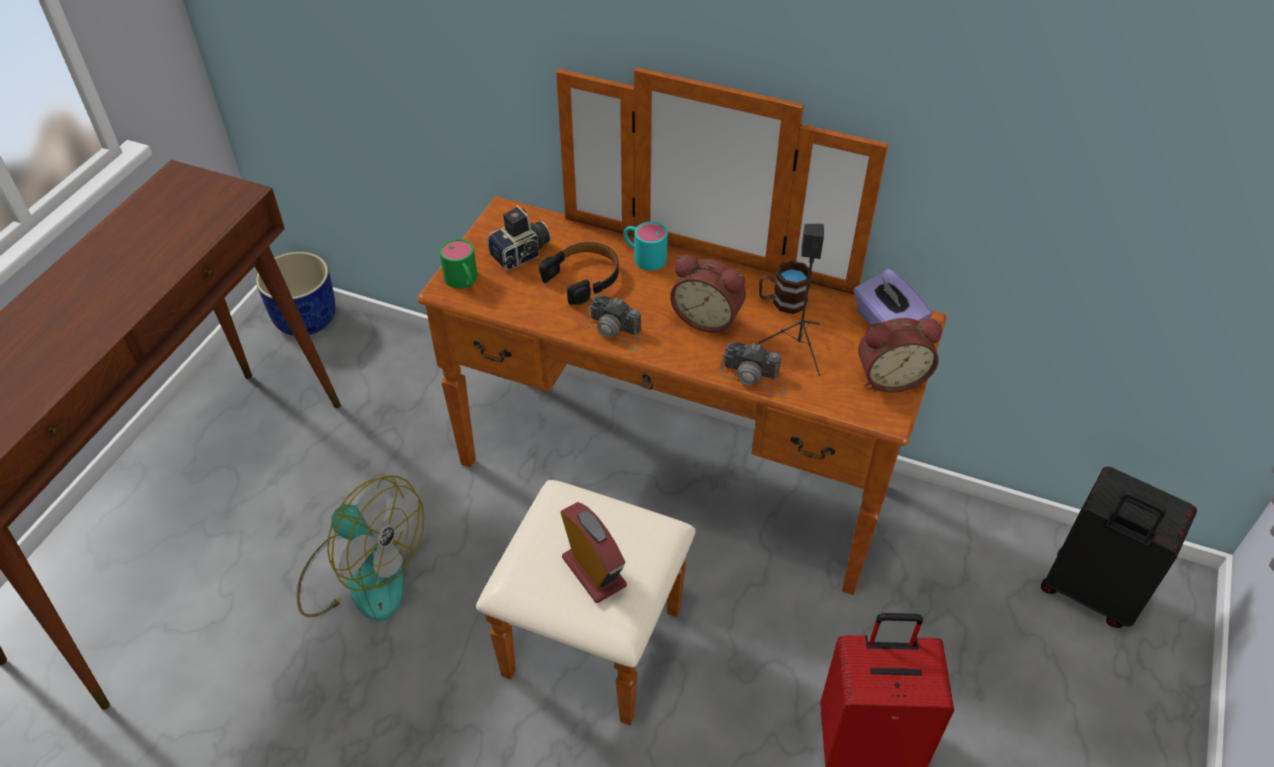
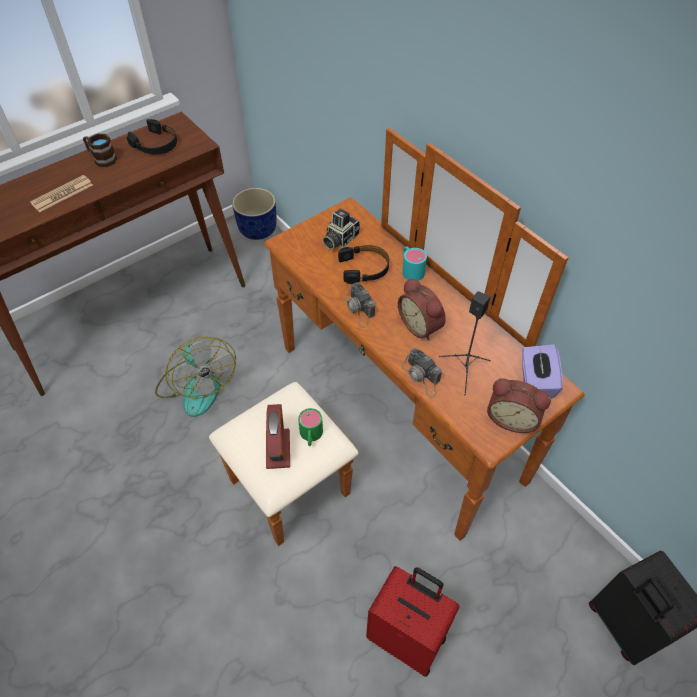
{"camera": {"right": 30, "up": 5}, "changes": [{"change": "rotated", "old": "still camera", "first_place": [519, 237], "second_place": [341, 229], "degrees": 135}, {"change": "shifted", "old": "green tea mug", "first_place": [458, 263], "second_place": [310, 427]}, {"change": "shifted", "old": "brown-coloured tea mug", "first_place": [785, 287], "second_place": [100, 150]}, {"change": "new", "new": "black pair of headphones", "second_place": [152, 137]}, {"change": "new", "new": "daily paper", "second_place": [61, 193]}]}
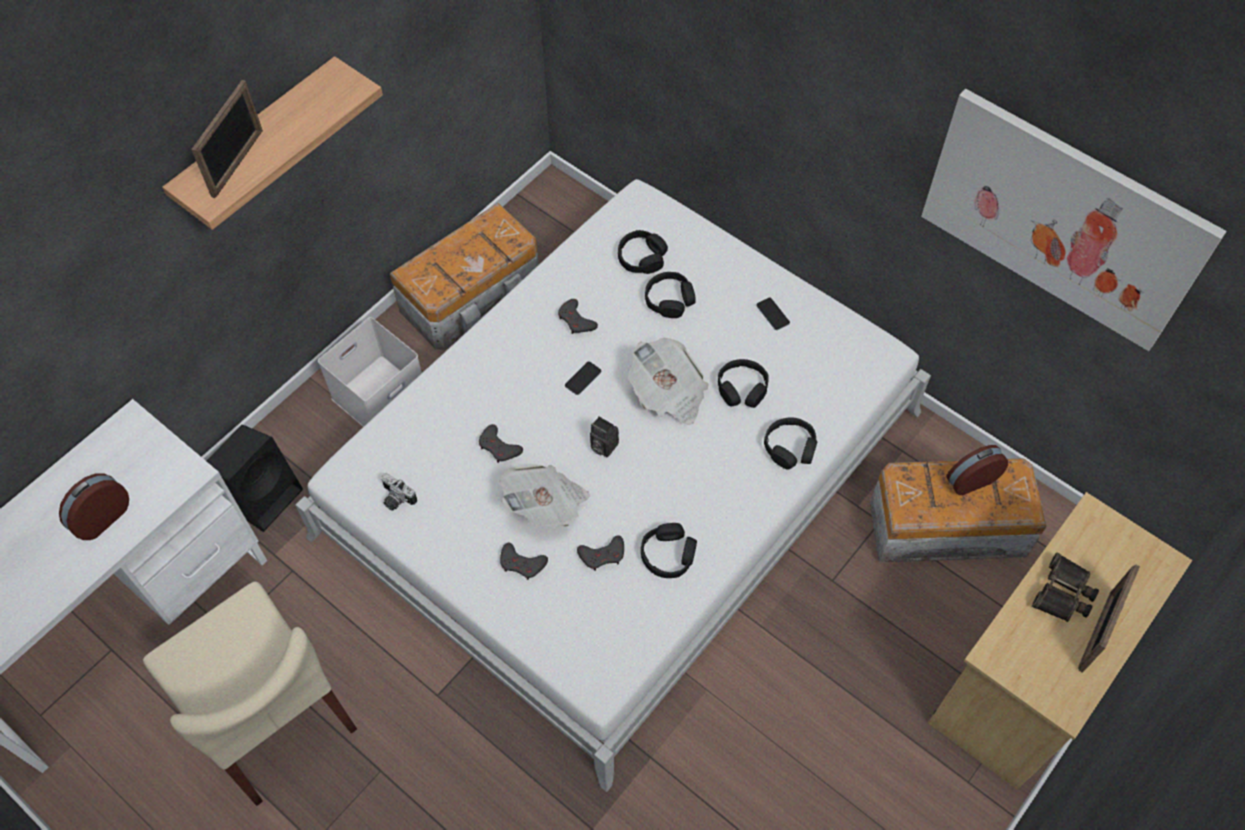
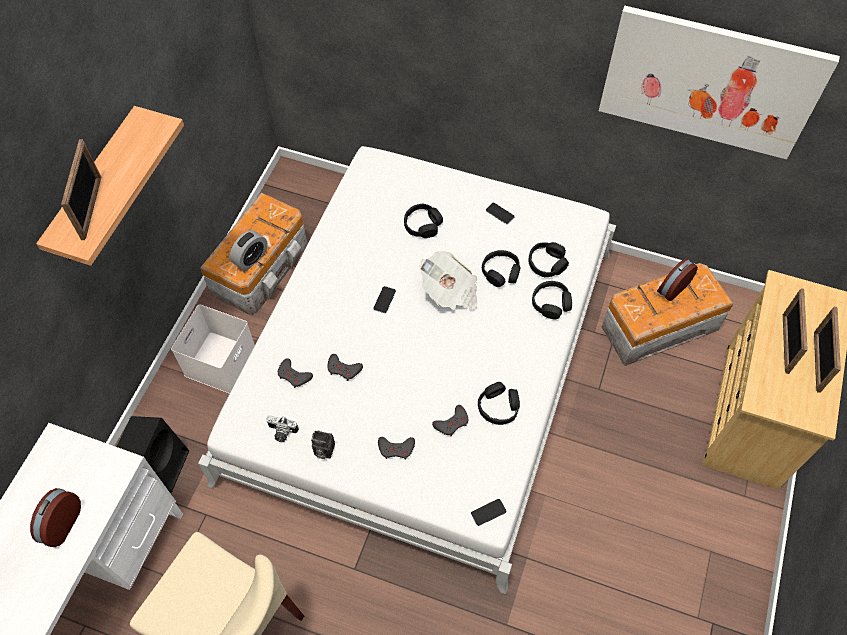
{"camera": {"right": -20, "up": 0}, "changes": [{"change": "shifted", "old": "black pair of headphones", "first_place": [643, 252], "second_place": [549, 259]}, {"change": "shifted", "old": "greyish game controller", "first_place": [578, 316], "second_place": [295, 373]}, {"change": "shifted", "old": "still camera", "first_place": [604, 436], "second_place": [323, 445]}, {"change": "gone", "old": "daily paper", "first_place": [544, 496]}, {"change": "swapped", "old": "field glasses", "new": "standing frame", "first_place": [1065, 587], "second_place": [795, 331]}, {"change": "new", "new": "alarm clock", "second_place": [249, 250]}, {"change": "new", "new": "phone", "second_place": [488, 512]}]}
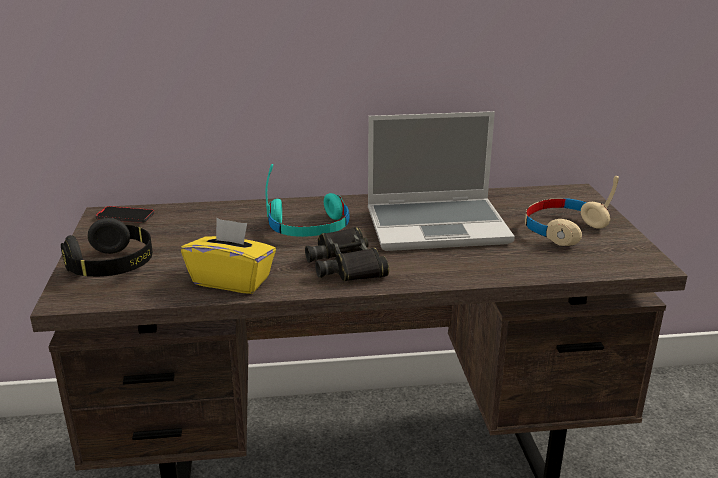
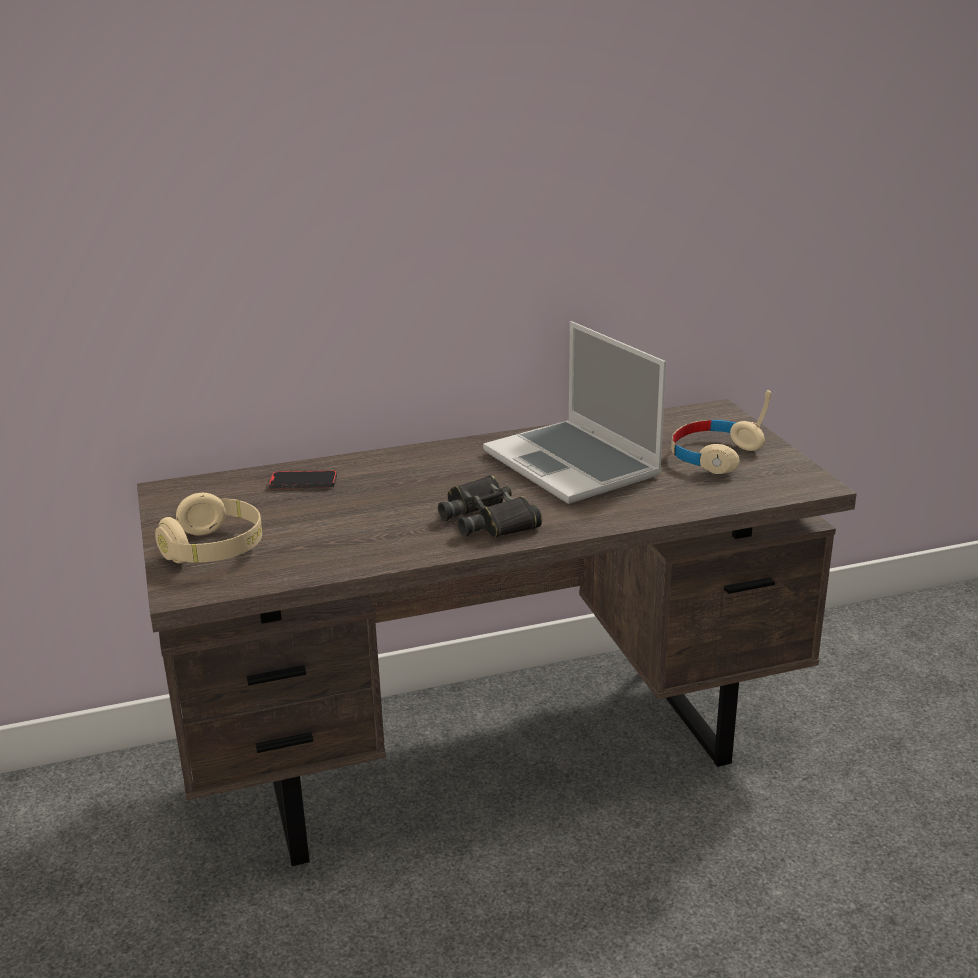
{"camera": {"right": -10, "up": 0}, "changes": [{"change": "rotated", "old": "portable computer", "first_place": [441, 181], "second_place": [574, 412], "degrees": 75}, {"change": "gone", "old": "turquoise pair of headphones", "first_place": [307, 200]}, {"change": "shifted", "old": "phone", "first_place": [125, 214], "second_place": [303, 479]}, {"change": "repainted", "old": "black pair of headphones", "new": "sand-coloured pair of headphones", "first_place": [107, 247], "second_place": [208, 528]}, {"change": "gone", "old": "yellowish tissue box", "first_place": [228, 256]}]}
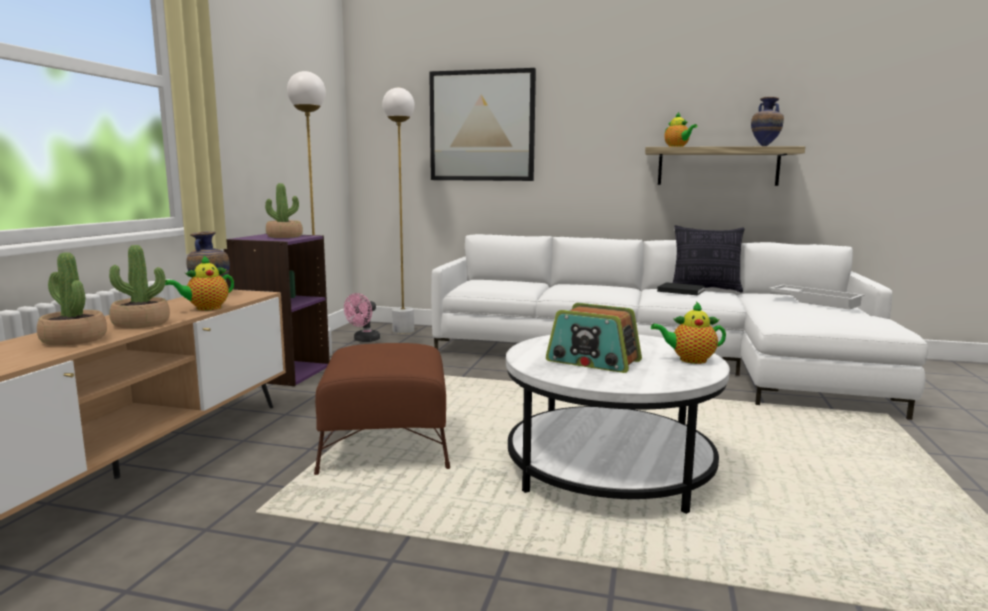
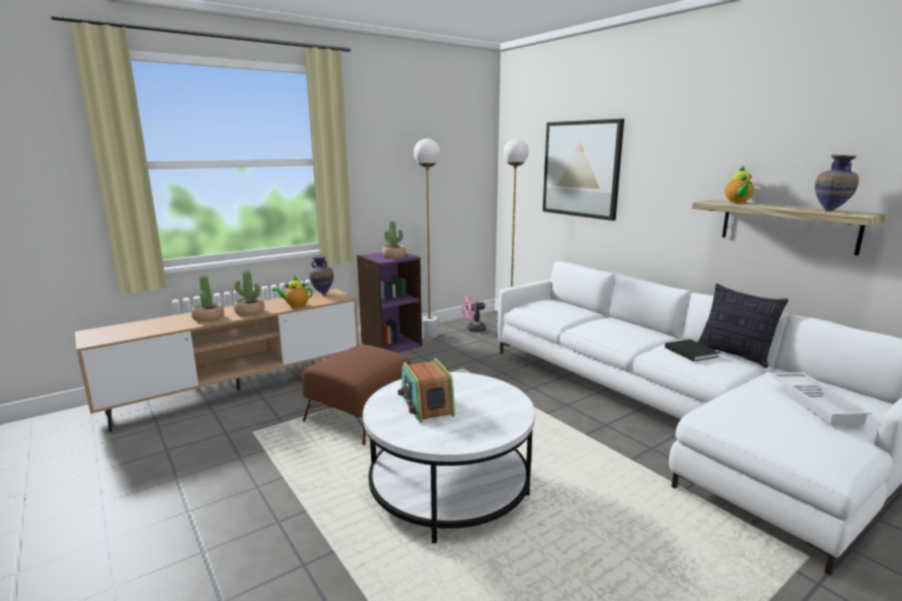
{"camera": {"right": 40, "up": 5}, "changes": [{"change": "gone", "old": "tea pot", "first_place": [688, 332]}]}
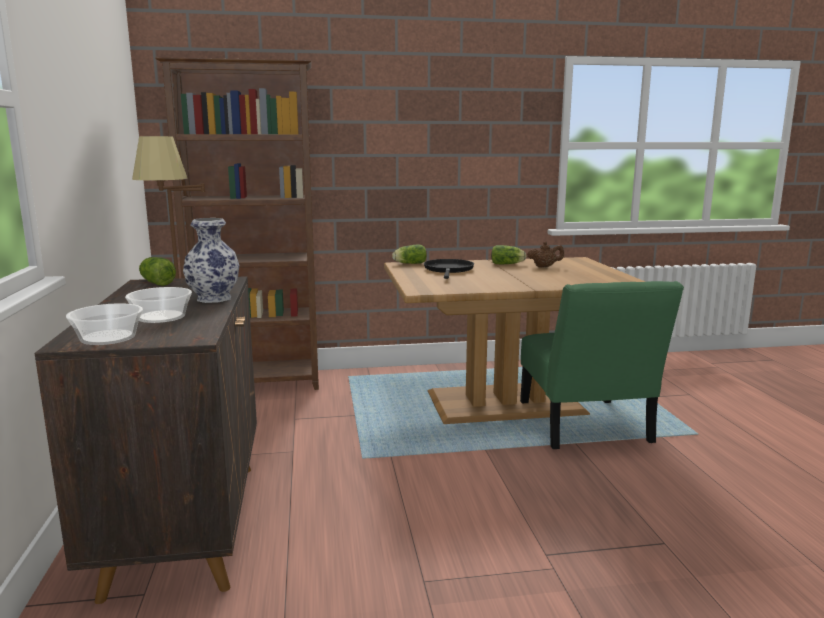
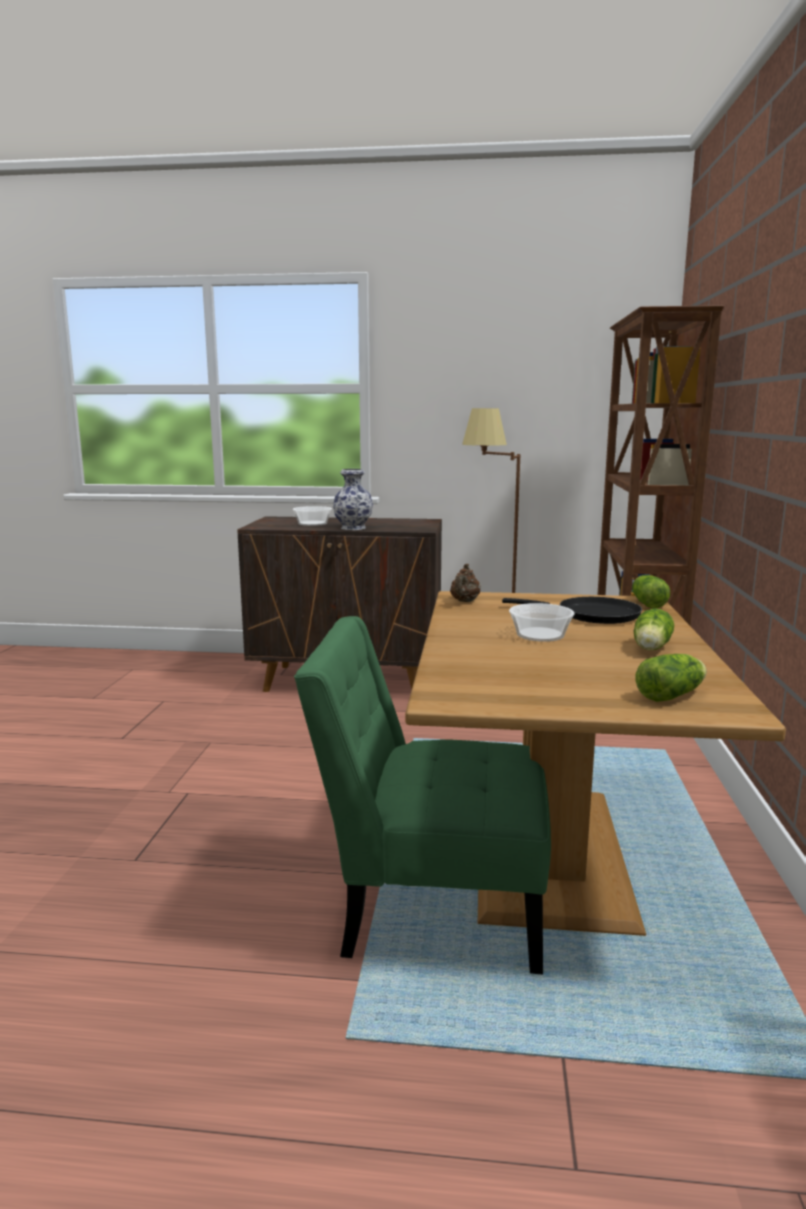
{"camera": {"right": 105, "up": 0}, "changes": [{"change": "shifted", "old": "brown-coloured tea pot", "first_place": [545, 255], "second_place": [465, 583]}, {"change": "shifted", "old": "head of lettuce", "first_place": [157, 271], "second_place": [671, 678]}, {"change": "shifted", "old": "bowl", "first_place": [104, 324], "second_place": [541, 622]}]}
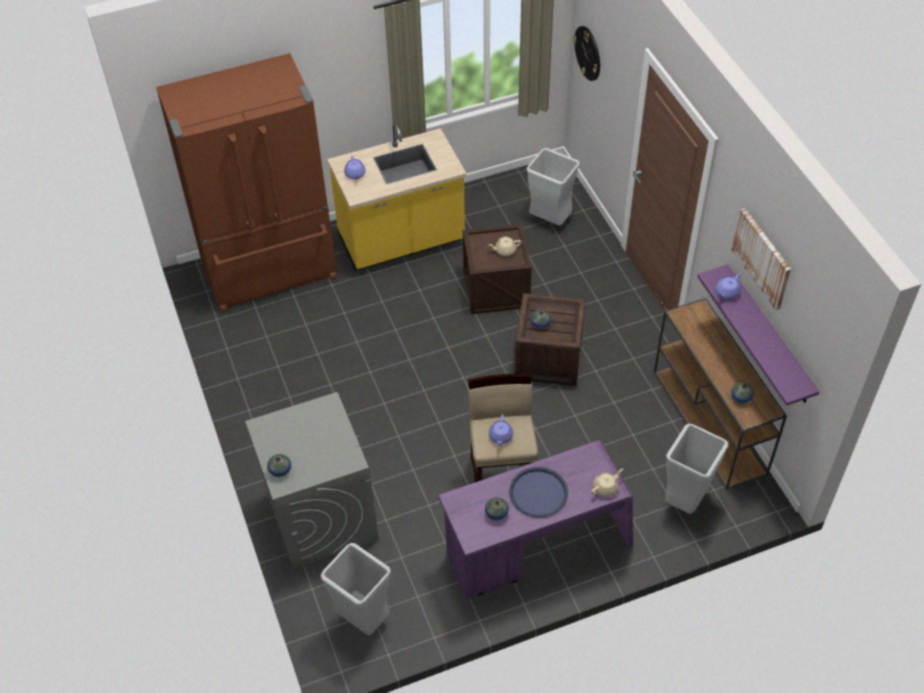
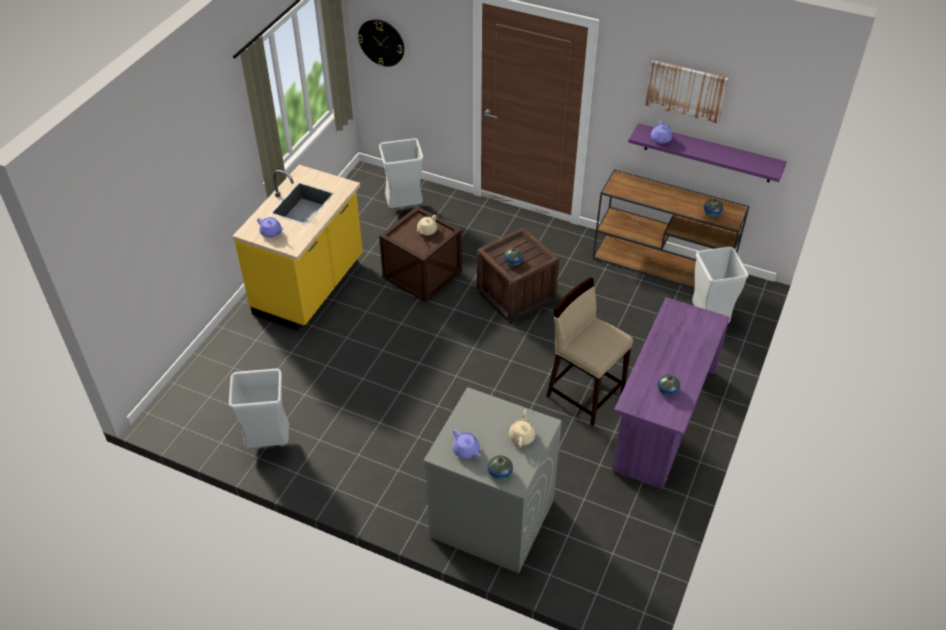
{"camera": {"right": -45, "up": -5}, "changes": [{"change": "gone", "old": "brown-coloured fridge", "first_place": [246, 183]}, {"change": "shifted", "old": "purple-coloured tea pot", "first_place": [501, 430], "second_place": [467, 444]}, {"change": "gone", "old": "bluish serving tray", "first_place": [538, 492]}, {"change": "shifted", "old": "sand-coloured tea pot", "first_place": [607, 482], "second_place": [522, 428]}, {"change": "shifted", "old": "greyish rubbish bin", "first_place": [355, 589], "second_place": [259, 408]}]}
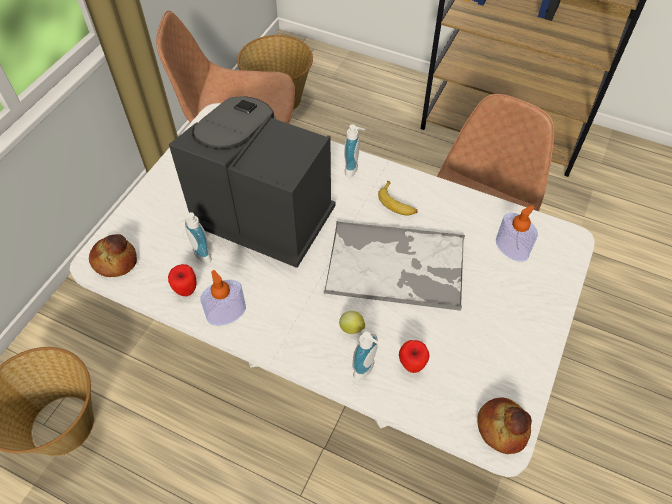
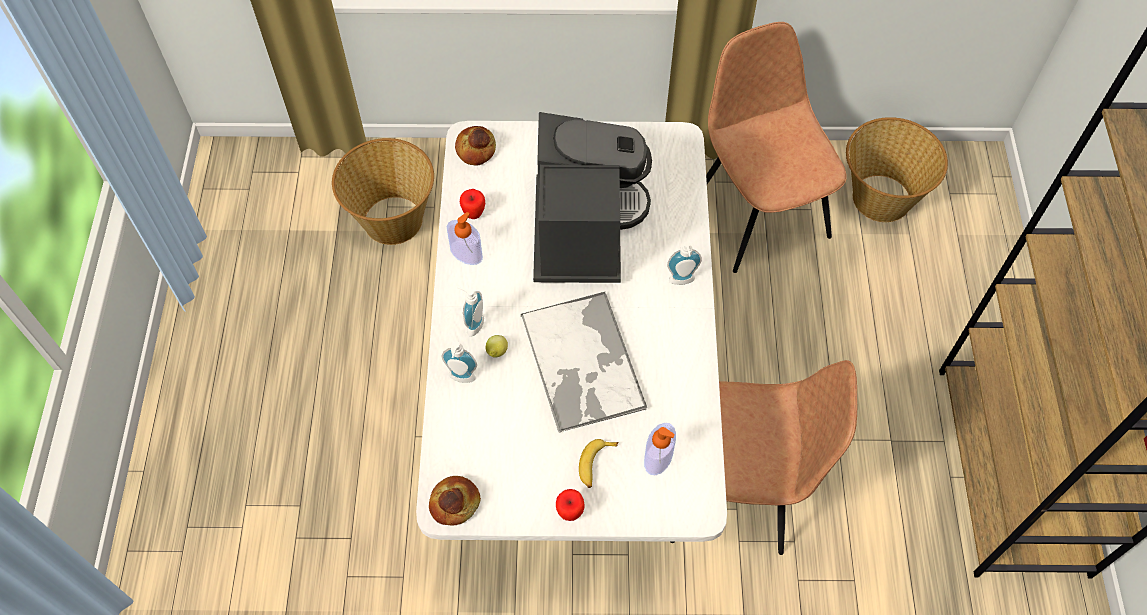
{"camera": {"right": 65, "up": 5}, "changes": [{"change": "shifted", "old": "banana", "first_place": [397, 198], "second_place": [598, 463]}, {"change": "shifted", "old": "soap bottle", "first_place": [195, 237], "second_place": [471, 312]}, {"change": "shifted", "old": "apple fruit", "first_place": [414, 356], "second_place": [570, 505]}]}
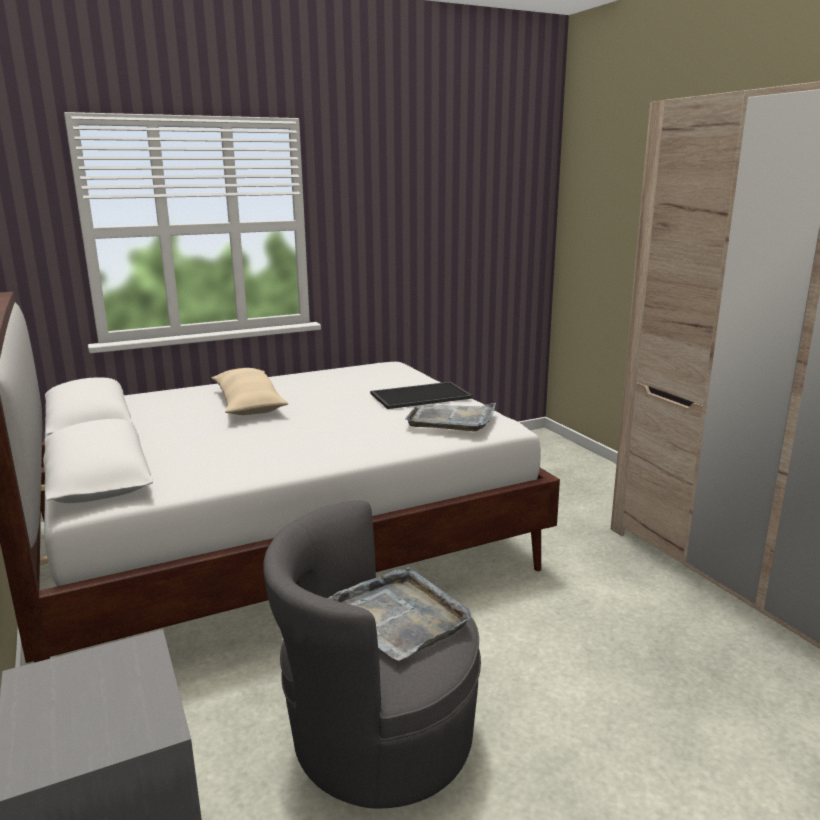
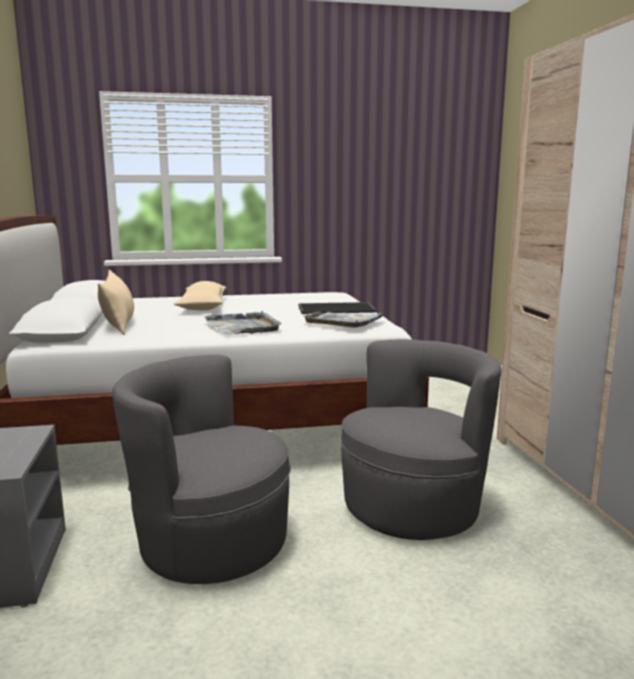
{"camera": {"right": 15, "up": -5}, "changes": [{"change": "shifted", "old": "greyish serving tray", "first_place": [399, 614], "second_place": [243, 322]}, {"change": "new", "new": "sand-coloured pillow", "second_place": [116, 302]}, {"change": "new", "new": "greyish easy chair", "second_place": [420, 439]}]}
